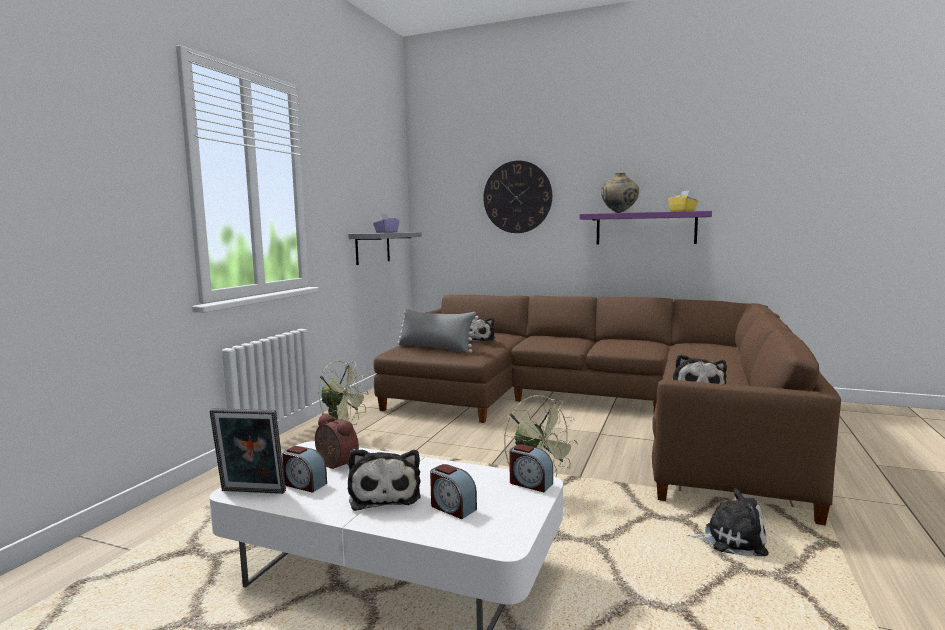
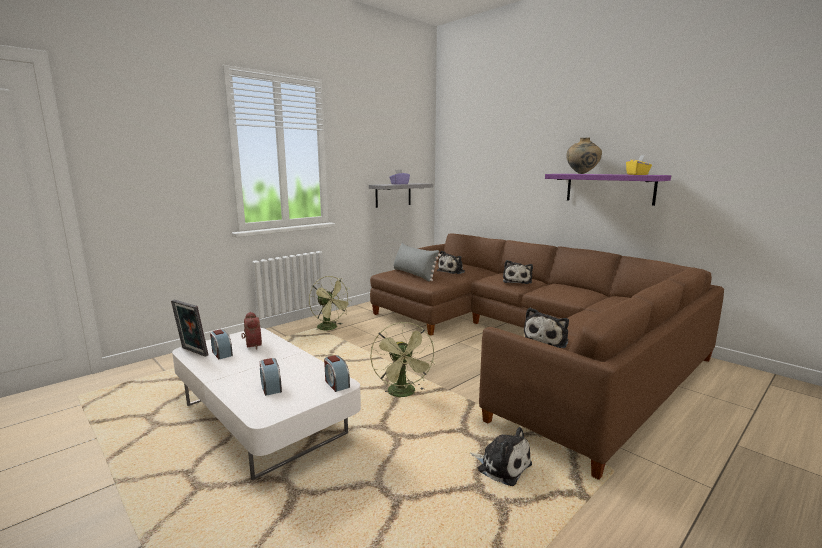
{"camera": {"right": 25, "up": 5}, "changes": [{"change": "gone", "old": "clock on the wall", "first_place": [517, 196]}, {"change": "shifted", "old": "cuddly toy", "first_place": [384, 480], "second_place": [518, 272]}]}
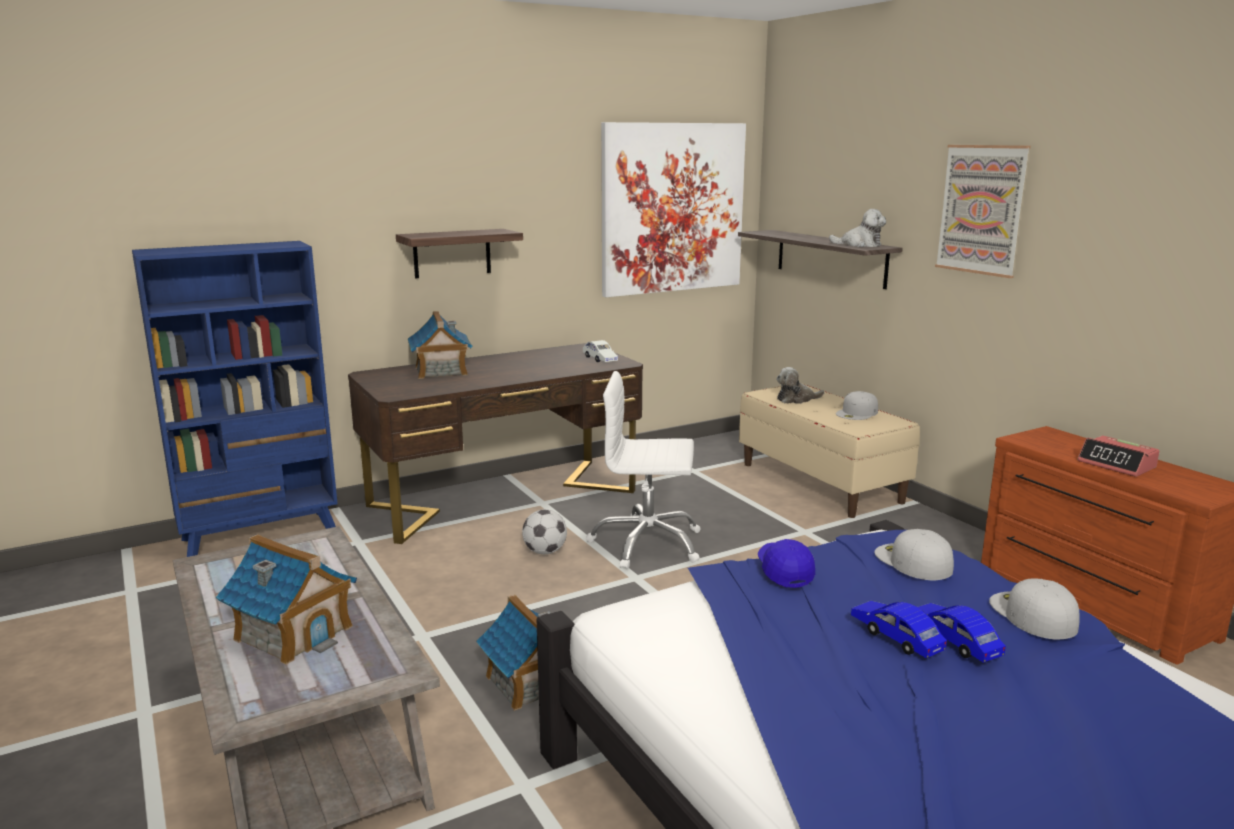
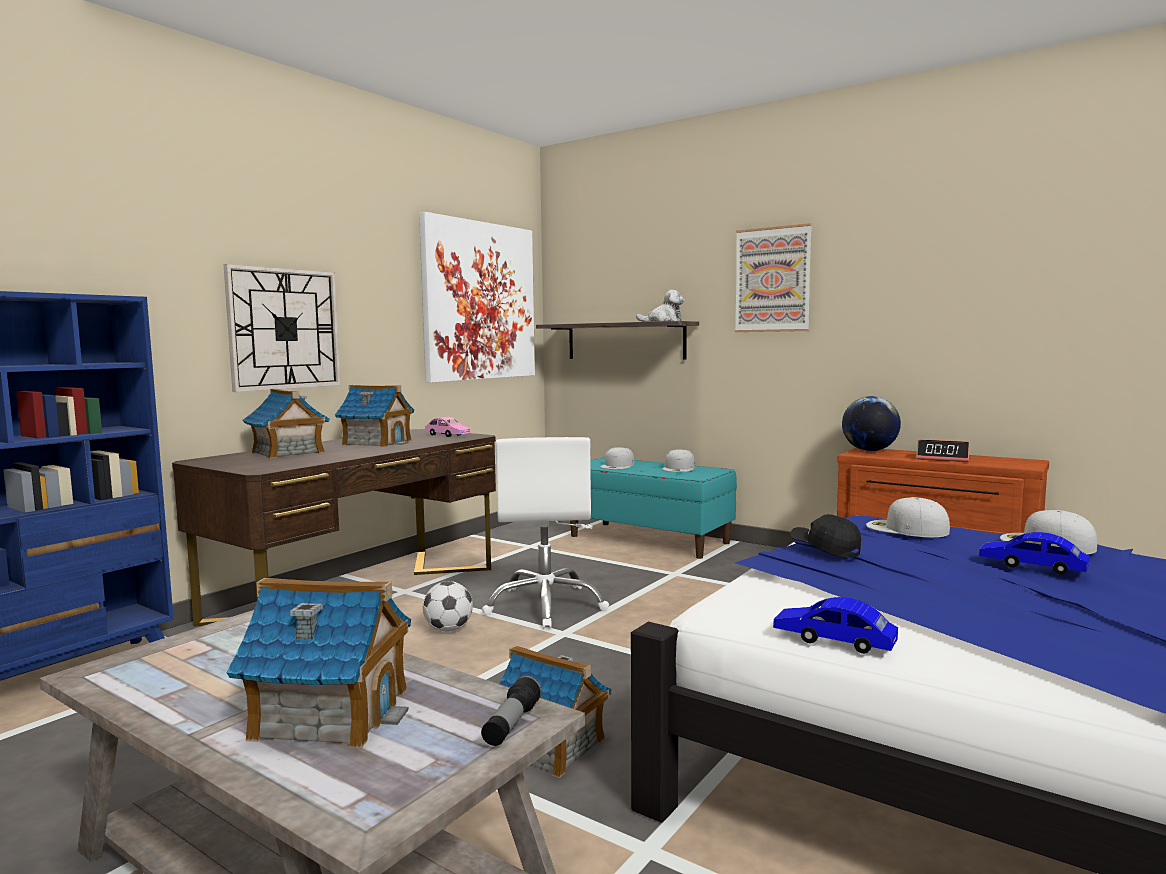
{"camera": {"right": -25, "up": -10}, "changes": [{"change": "swapped", "old": "bracket shelf", "new": "clock on the wall", "first_place": [459, 254], "second_place": [282, 328]}, {"change": "repainted", "old": "whitish toy car", "new": "pink toy car", "first_place": [600, 351], "second_place": [448, 427]}, {"change": "swapped", "old": "cuddly toy", "new": "whitish cap", "first_place": [800, 385], "second_place": [617, 458]}, {"change": "rotated", "old": "whitish computer chair", "first_place": [643, 470], "second_place": [545, 533], "degrees": -75}, {"change": "repainted", "old": "sand-coloured indoor bench", "new": "turquoise indoor bench", "first_place": [829, 450], "second_place": [653, 508]}, {"change": "repainted", "old": "bluish cap", "new": "black cap", "first_place": [786, 563], "second_place": [825, 536]}, {"change": "shifted", "old": "bluish toy car", "first_place": [899, 629], "second_place": [835, 625]}, {"change": "new", "new": "toy house", "second_place": [374, 416]}, {"change": "new", "new": "world globe", "second_place": [871, 423]}, {"change": "new", "new": "hand torch", "second_place": [511, 710]}]}
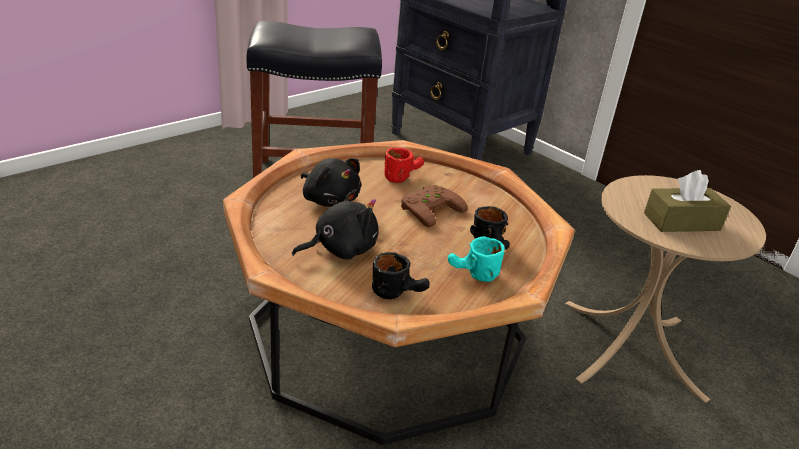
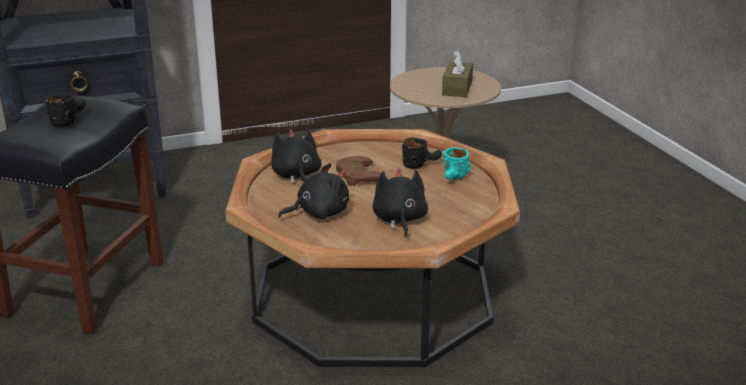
{"camera": {"right": -65, "up": -5}, "changes": [{"change": "swapped", "old": "red-coloured tea mug", "new": "black cuddly toy", "first_place": [404, 165], "second_place": [296, 156]}, {"change": "shifted", "old": "black tea mug", "first_place": [401, 275], "second_place": [66, 110]}]}
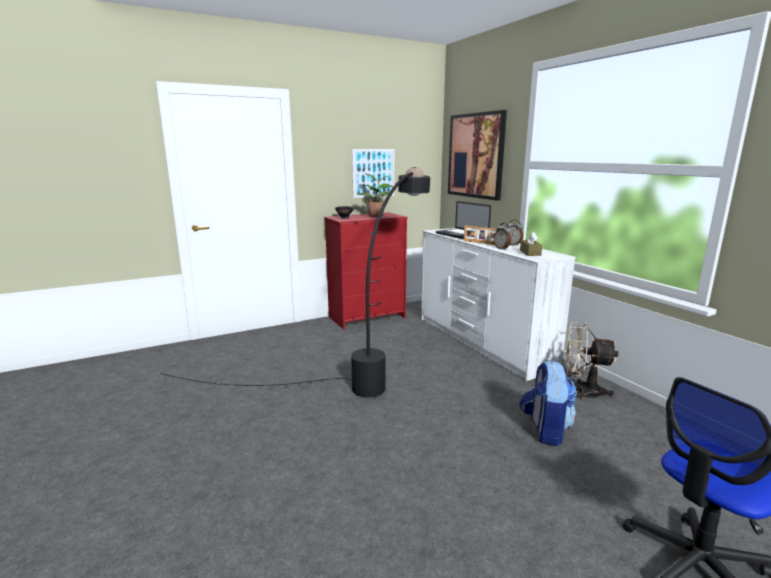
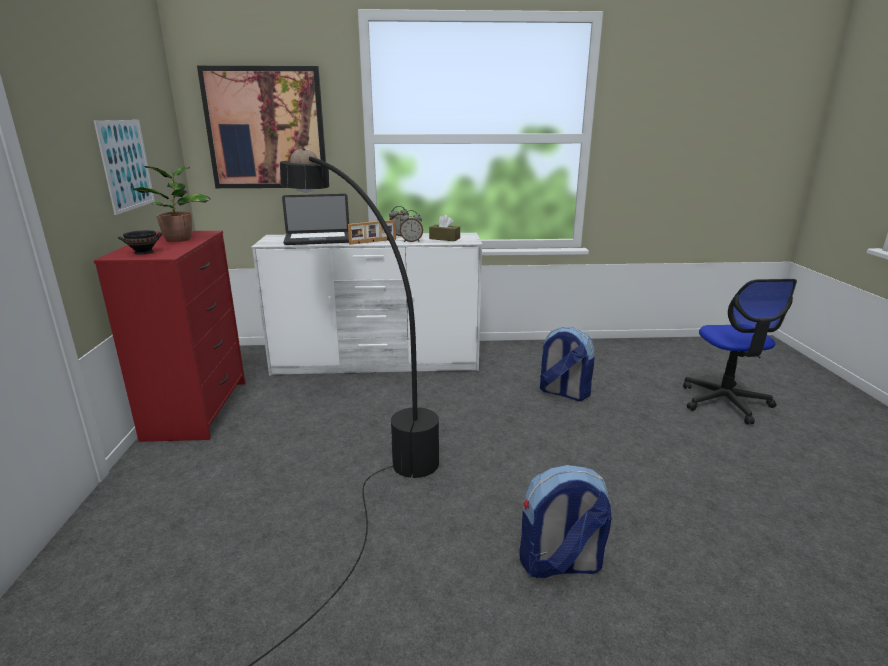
{"camera": {"right": -65, "up": 5}, "changes": [{"change": "gone", "old": "sand-coloured fan", "first_place": [592, 361]}, {"change": "new", "new": "backpack", "second_place": [565, 521]}]}
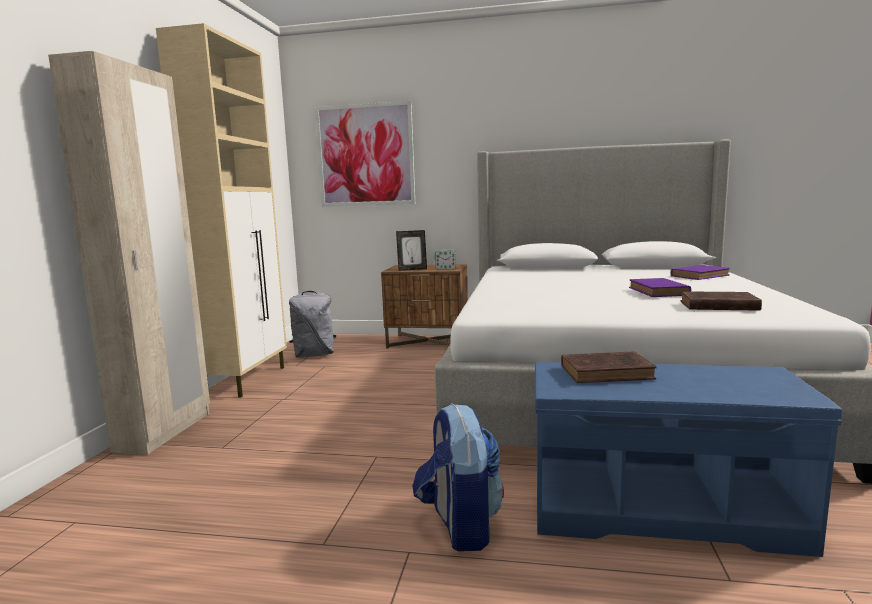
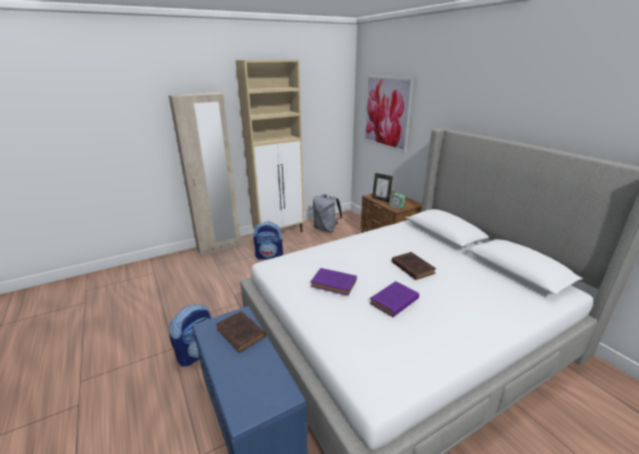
{"camera": {"right": 50, "up": 15}, "changes": [{"change": "shifted", "old": "purple-coloured book", "first_place": [700, 272], "second_place": [334, 282]}, {"change": "shifted", "old": "brown-coloured book", "first_place": [721, 301], "second_place": [414, 266]}, {"change": "new", "new": "backpack", "second_place": [268, 240]}]}
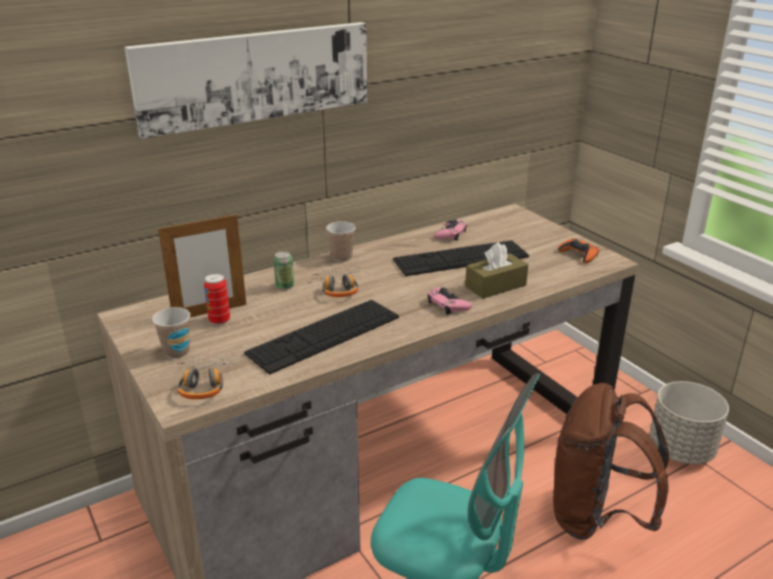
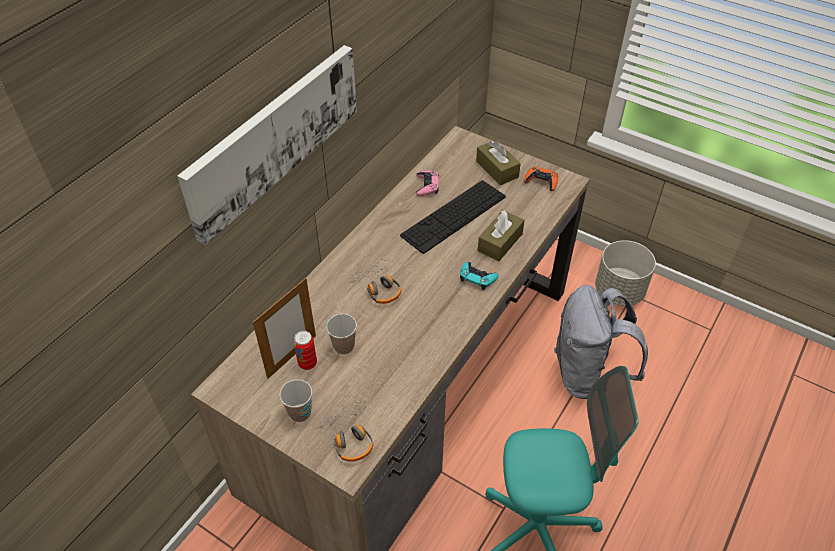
{"camera": {"right": -25, "up": 20}, "changes": [{"change": "shifted", "old": "small cup", "first_place": [341, 241], "second_place": [341, 334]}, {"change": "gone", "old": "sealed can", "first_place": [284, 270]}, {"change": "repainted", "old": "pink game controller", "new": "turquoise game controller", "first_place": [450, 301], "second_place": [479, 276]}, {"change": "gone", "old": "keyboard", "first_place": [321, 337]}, {"change": "repainted", "old": "brown-coloured backpack", "new": "greyish backpack", "first_place": [611, 461], "second_place": [601, 342]}, {"change": "new", "new": "brown-coloured tissue box", "second_place": [498, 162]}]}
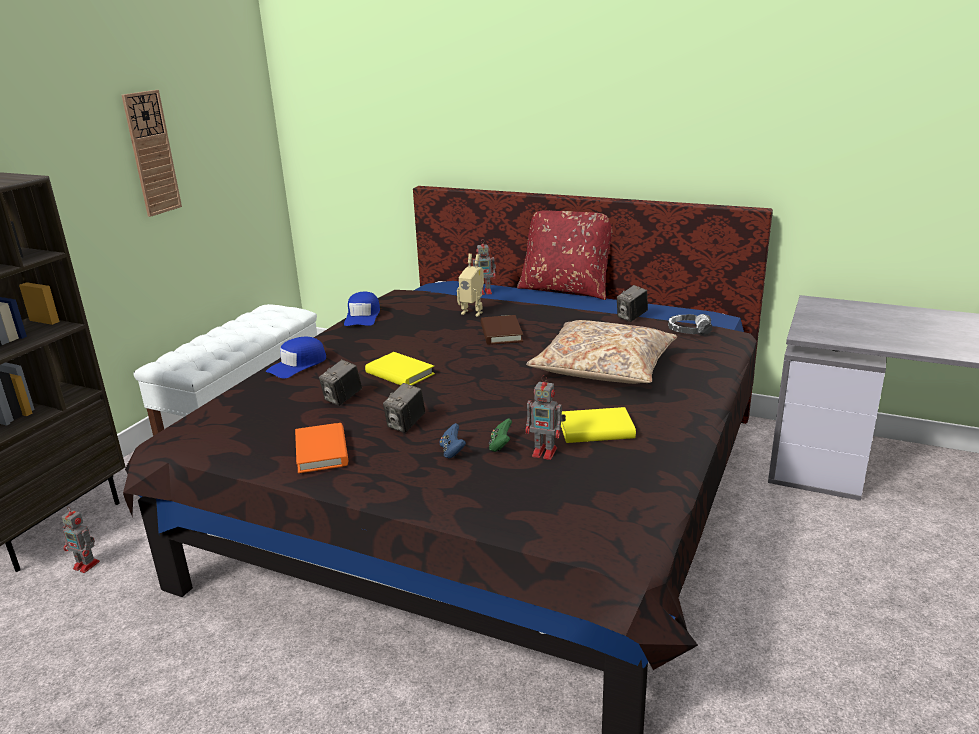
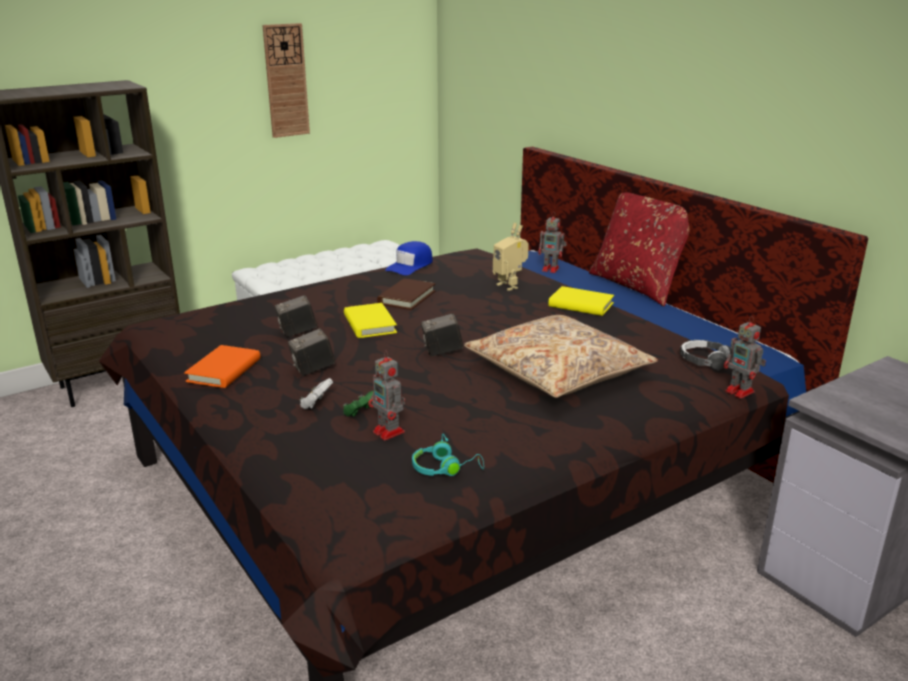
{"camera": {"right": 30, "up": 0}, "changes": [{"change": "shifted", "old": "still camera", "first_place": [632, 303], "second_place": [442, 334]}, {"change": "shifted", "old": "brown-coloured book", "first_place": [502, 330], "second_place": [406, 294]}, {"change": "gone", "old": "bluish cap", "first_place": [296, 358]}, {"change": "shifted", "old": "yellowish book", "first_place": [598, 425], "second_place": [581, 301]}, {"change": "repainted", "old": "bluish game controller", "new": "whitish game controller", "first_place": [453, 440], "second_place": [316, 393]}, {"change": "shifted", "old": "toy robot", "first_place": [81, 540], "second_place": [745, 357]}, {"change": "new", "new": "turquoise pair of headphones", "second_place": [448, 455]}]}
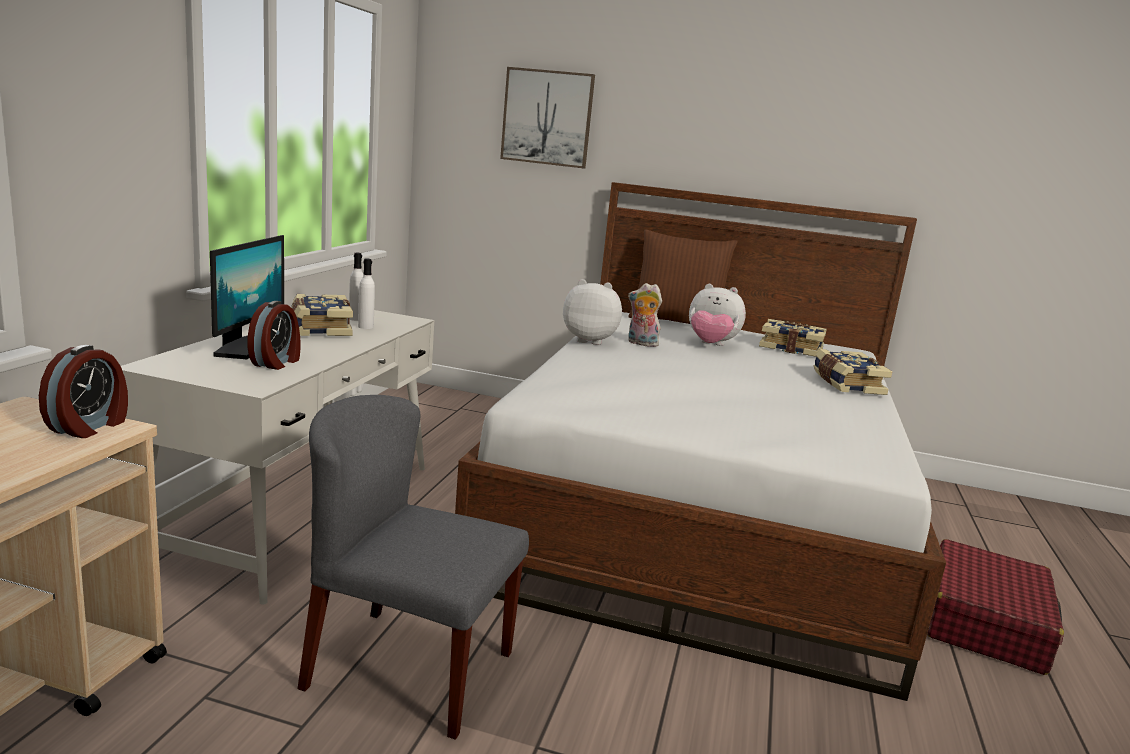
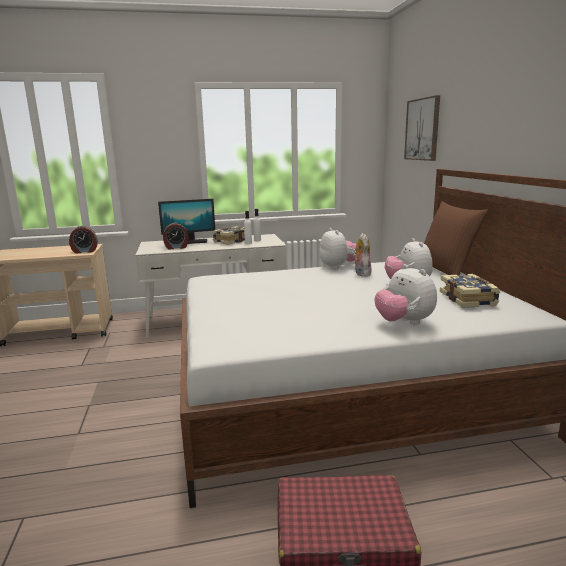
{"camera": {"right": 65, "up": 0}, "changes": [{"change": "swapped", "old": "book", "new": "cuddly toy", "first_place": [852, 372], "second_place": [406, 294]}, {"change": "gone", "old": "greyish chair", "first_place": [413, 567]}]}
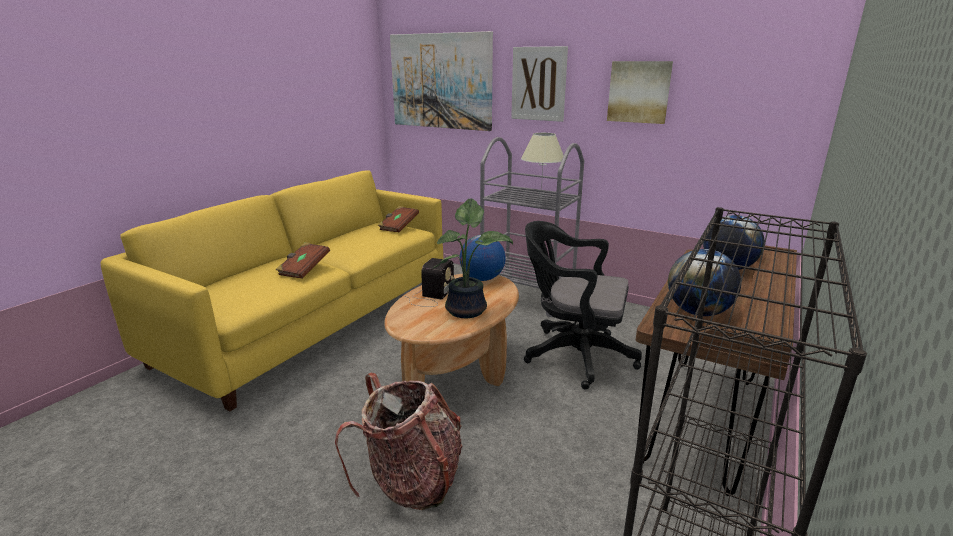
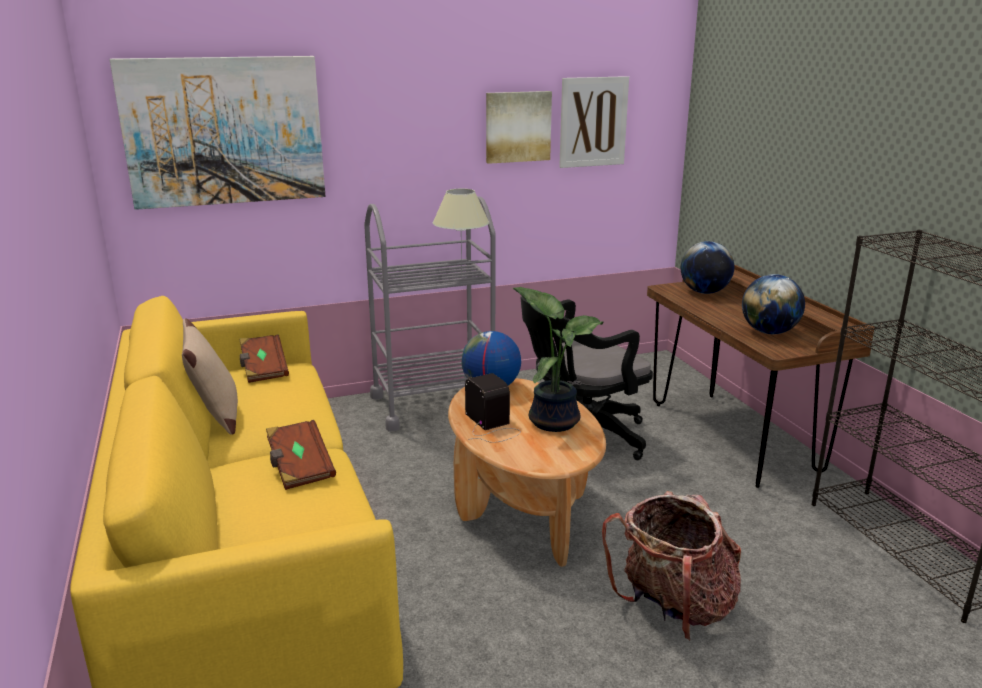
{"camera": {"right": -50, "up": 0}, "changes": [{"change": "shifted", "old": "wall art", "first_place": [539, 84], "second_place": [594, 122]}, {"change": "new", "new": "sand-coloured pillow", "second_place": [210, 376]}]}
